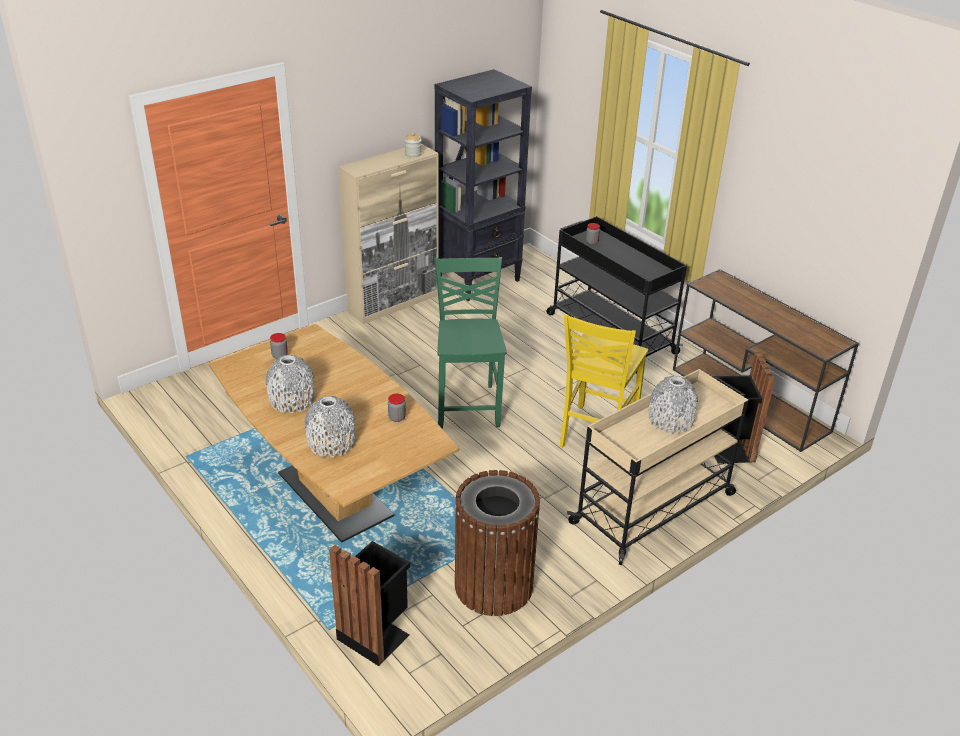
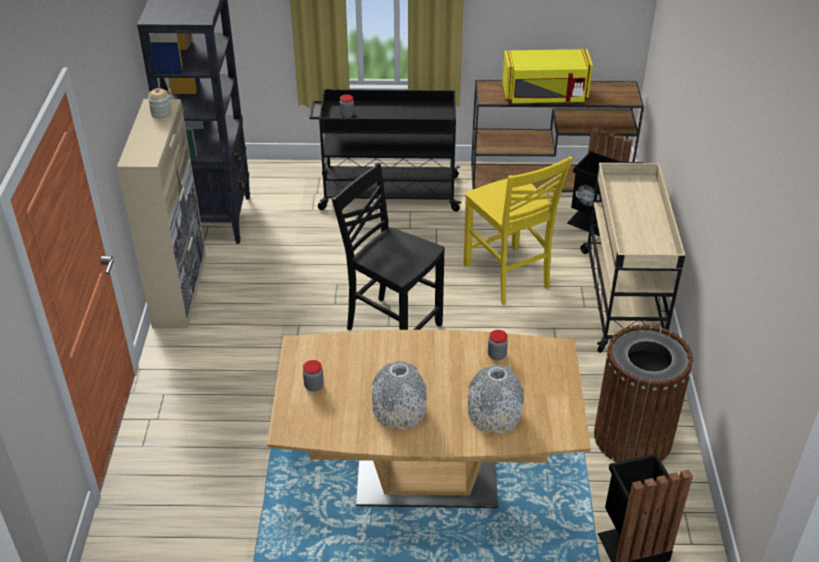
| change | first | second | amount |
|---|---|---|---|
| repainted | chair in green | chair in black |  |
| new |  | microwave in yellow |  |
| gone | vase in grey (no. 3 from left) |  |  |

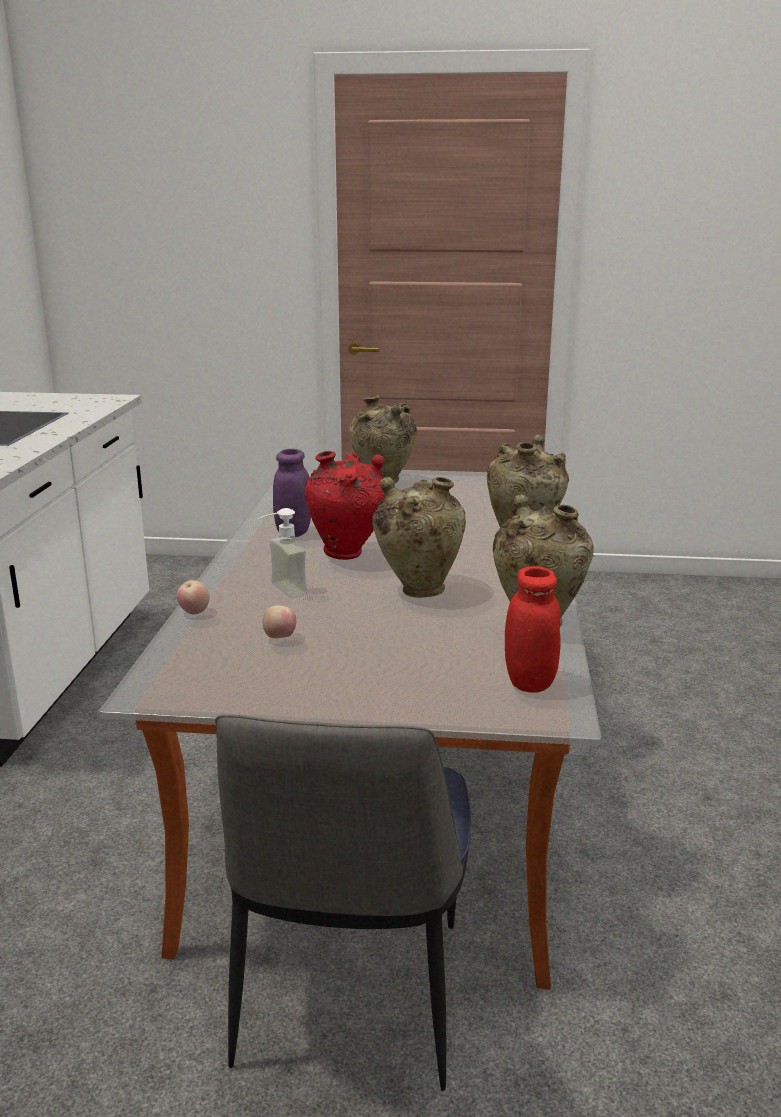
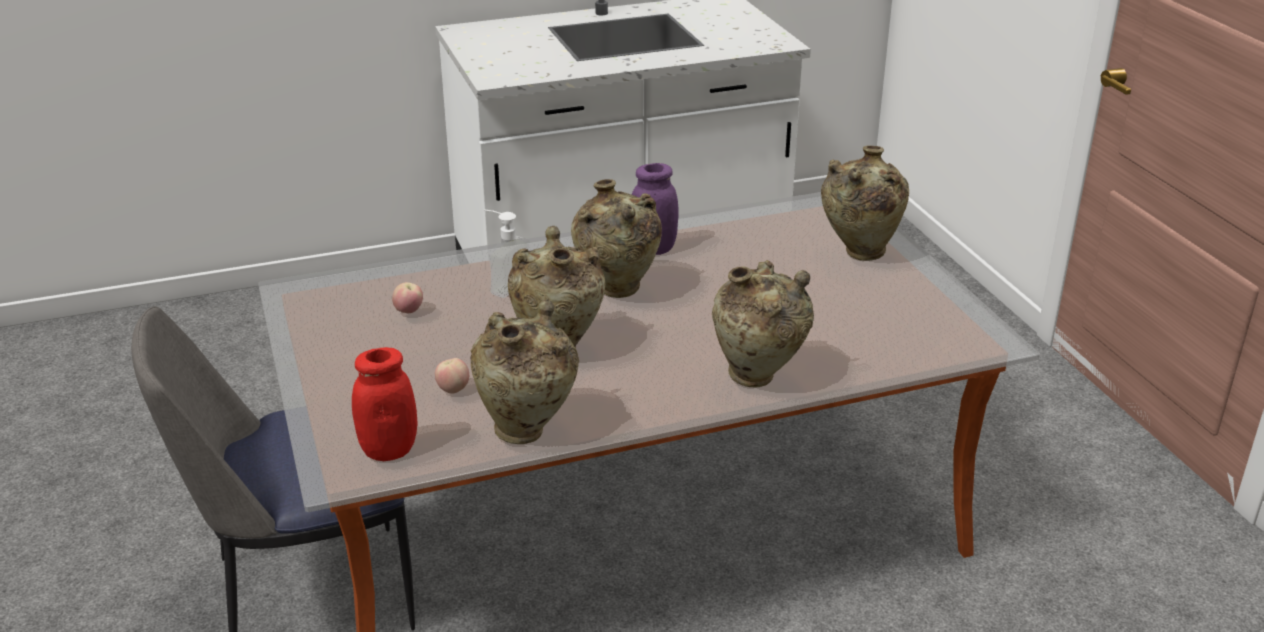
| change | first | second | amount |
|---|---|---|---|
| shifted | apple (no. 1 from left in the first image) | apple (no. 2 from left) |  |
| repainted | vase in red | vase in beige (no. 3 from left) |  |

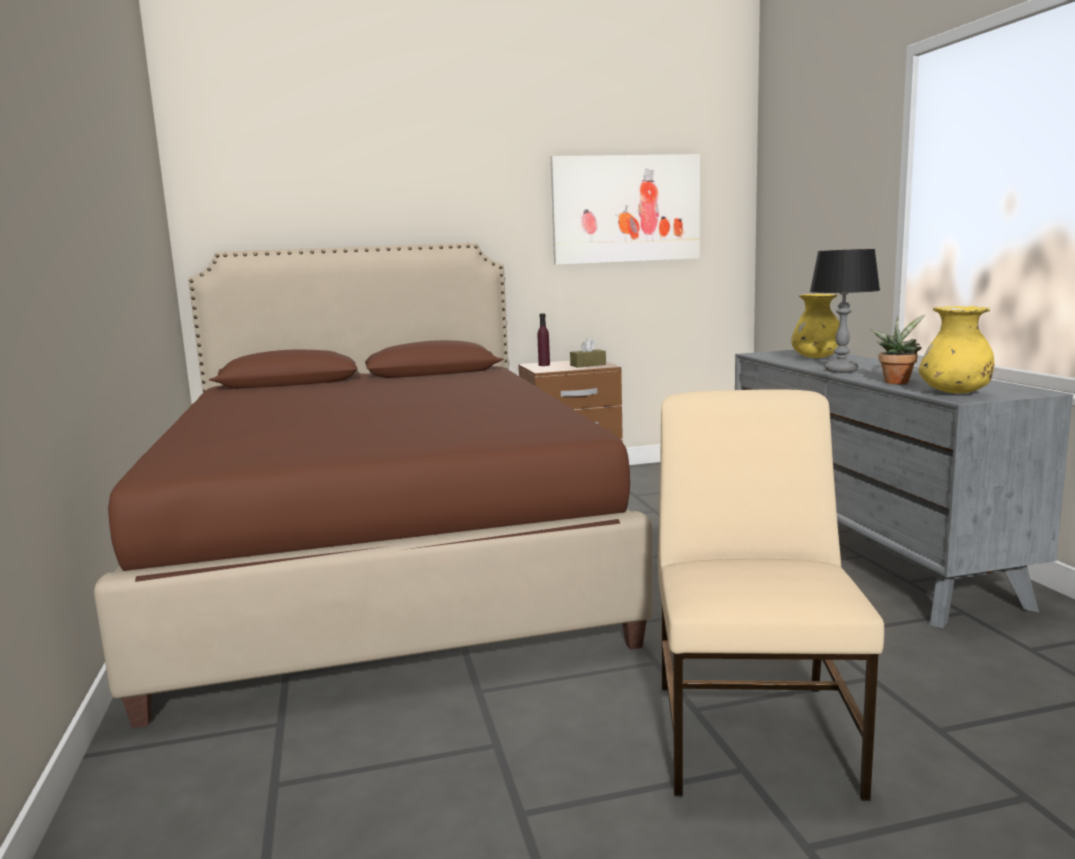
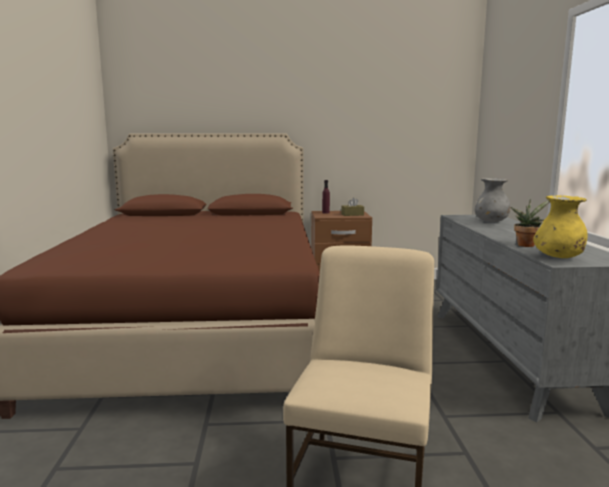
| change | first | second | amount |
|---|---|---|---|
| repainted | vase in yellow (no. 1 from left) | vase in grey |  |
| gone | picture |  |  |
| gone | table lamp |  |  |

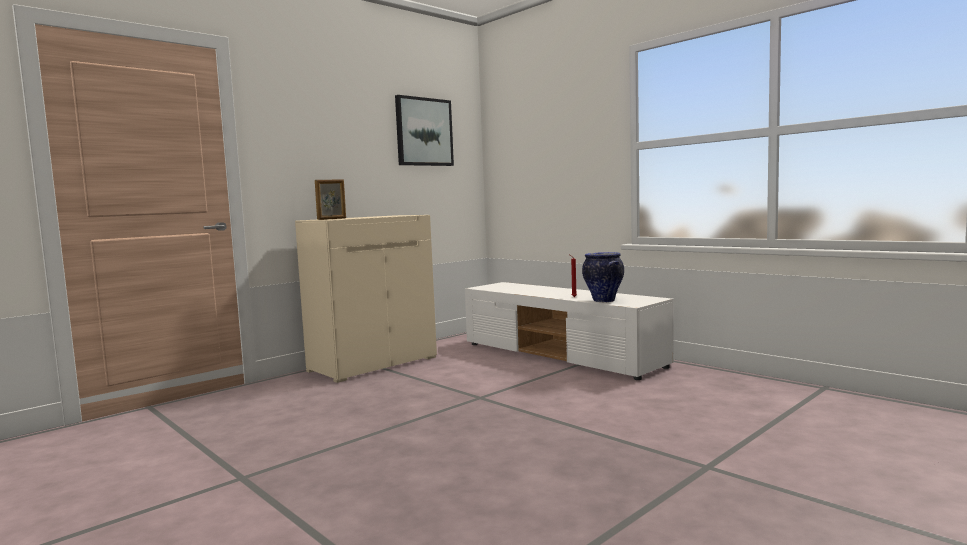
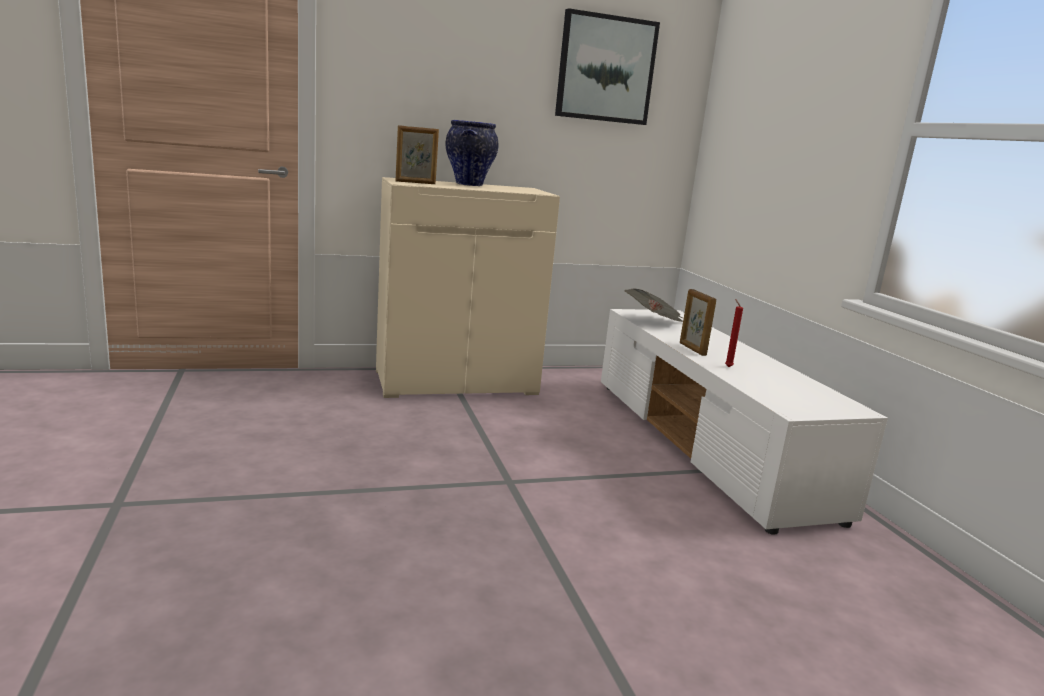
| change | first | second | amount |
|---|---|---|---|
| shifted | vase |  |  |
| new |  | newspaper |  |
| new |  | picture frame (no. 2 from left) |  |

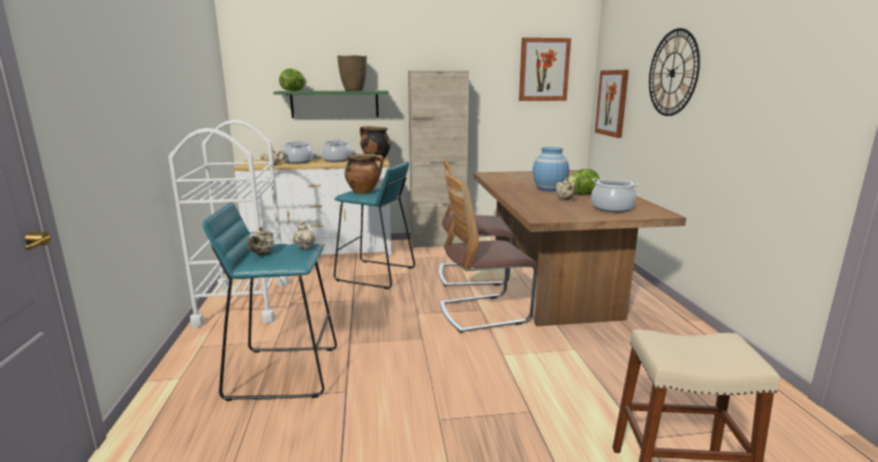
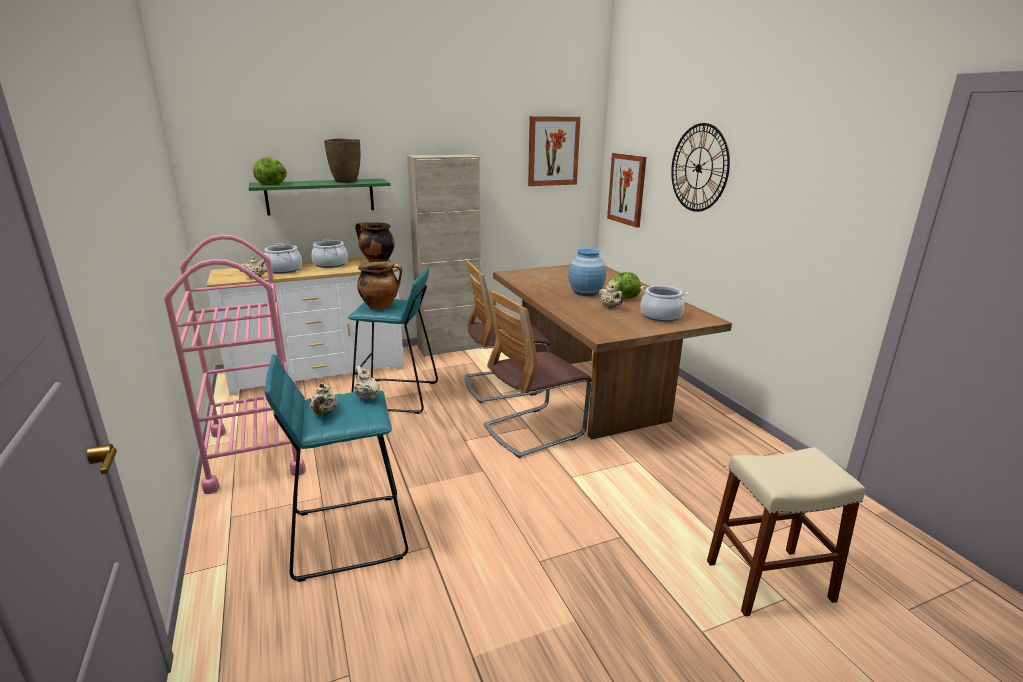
| change | first | second | amount |
|---|---|---|---|
| repainted | cart in white | cart in pink |  |

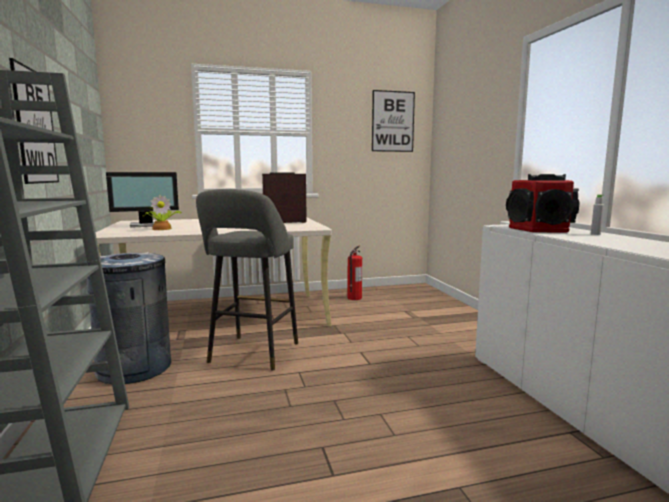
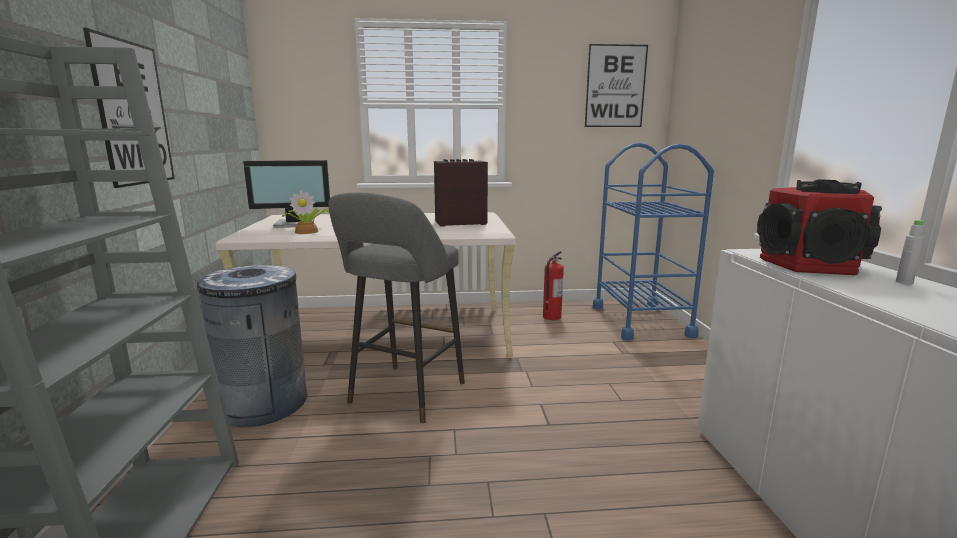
| change | first | second | amount |
|---|---|---|---|
| new |  | cart in blue |  |

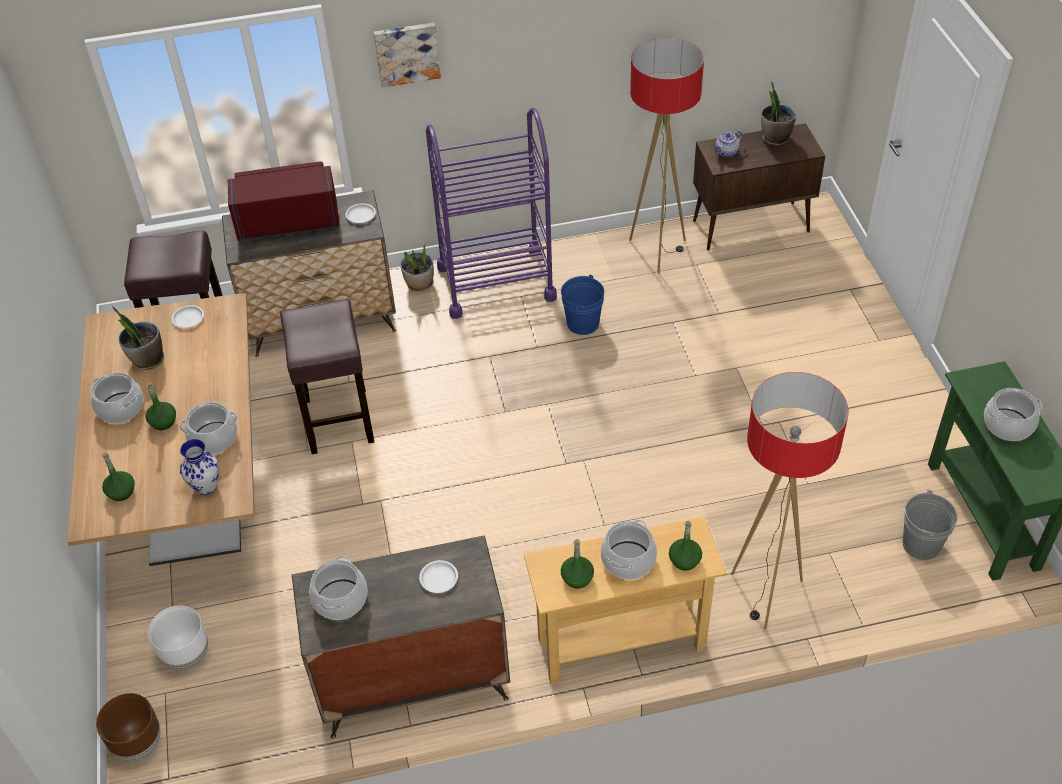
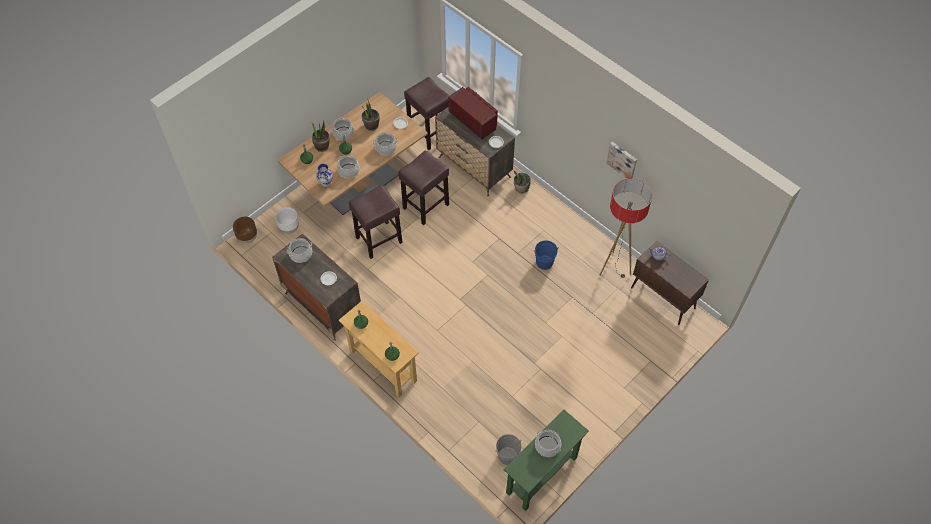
| change | first | second | amount |
|---|---|---|---|
| shifted | potted plant (no. 3 from left in the first image) | potted plant (no. 1 from left) |  |
| new |  | stool in brown (no. 1 from left) |  |
| shifted | cooking pot (no. 4 from left) |  |  |
| shifted | picture |  |  |
| gone | cart in purple |  |  |
| gone | floor lamp (no. 2 from left) |  |  |

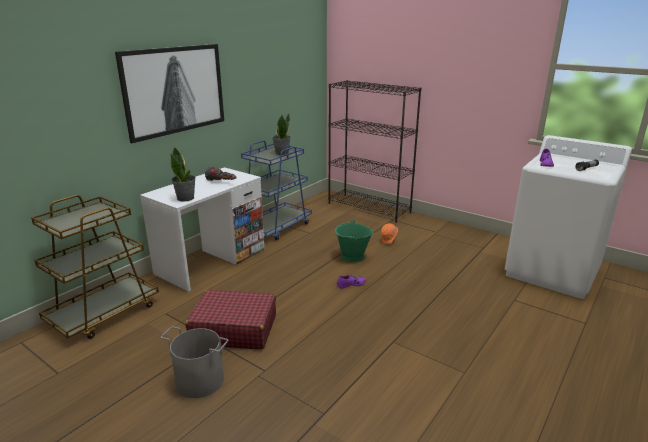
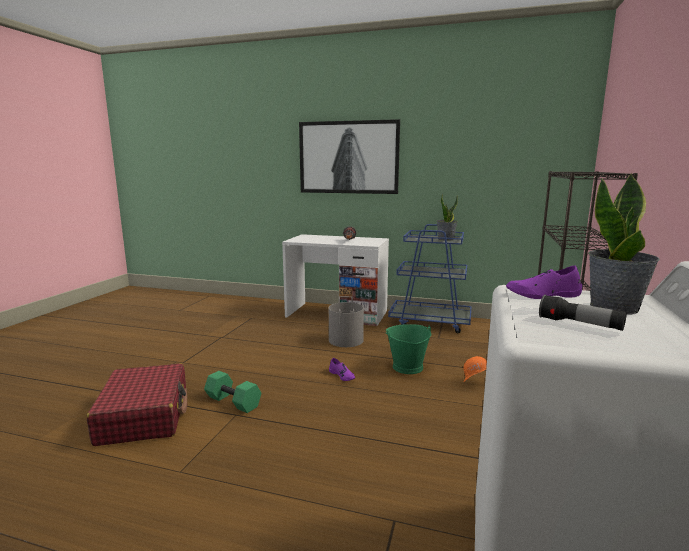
| change | first | second | amount |
|---|---|---|---|
| shifted | suitcase in red |  |  |
| new |  | dumbbell in green |  |
| shifted | bucket in grey |  |  |
| shifted | potted plant (no. 1 from left in the first image) | potted plant (no. 2 from left) |  |
| gone | cart in brown |  |  |

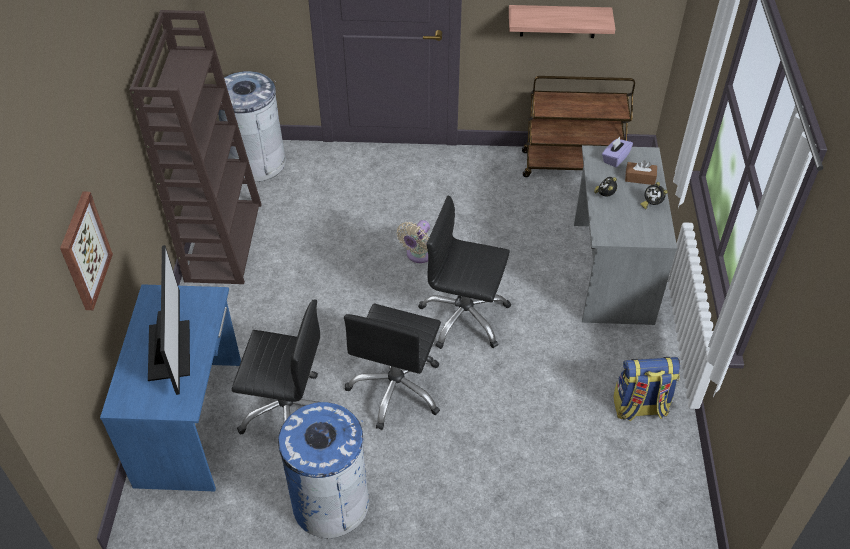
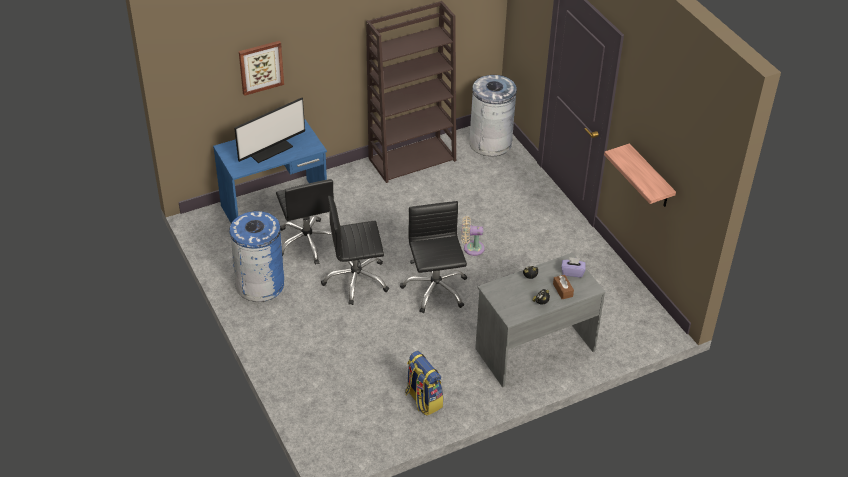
| change | first | second | amount |
|---|---|---|---|
| gone | cart in brown |  |  |

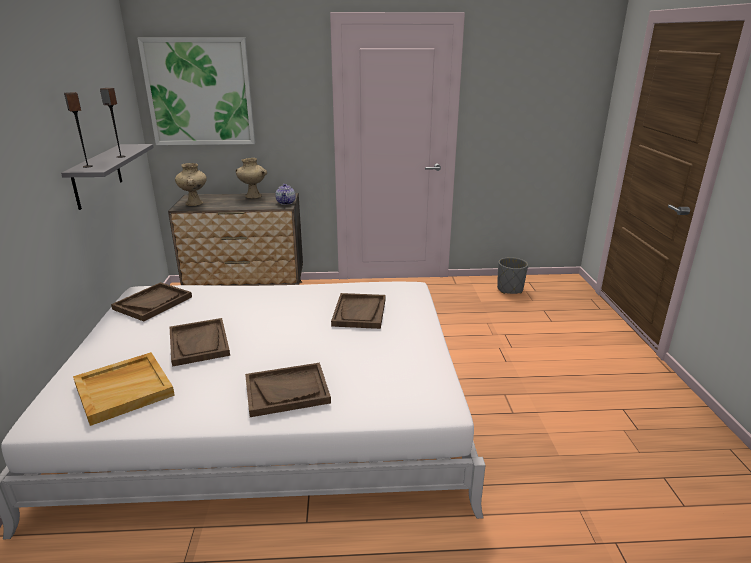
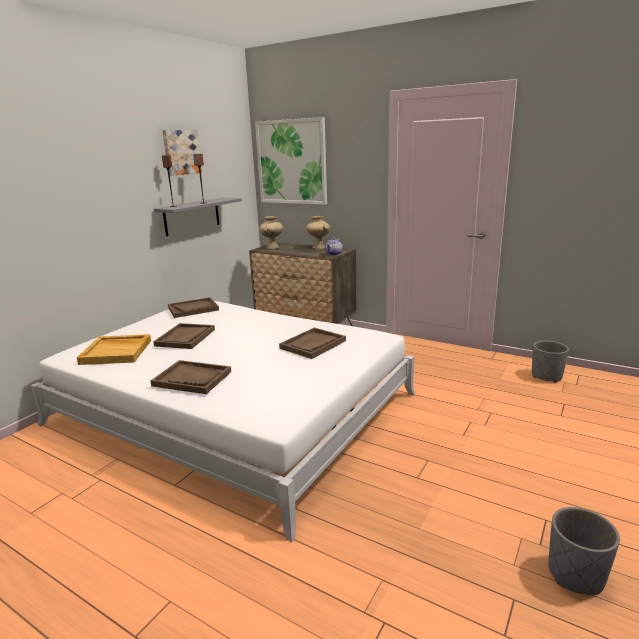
| change | first | second | amount |
|---|---|---|---|
| new |  | picture (no. 1 from left) |  |
| new |  | planter in grey (no. 2 from left) |  |

